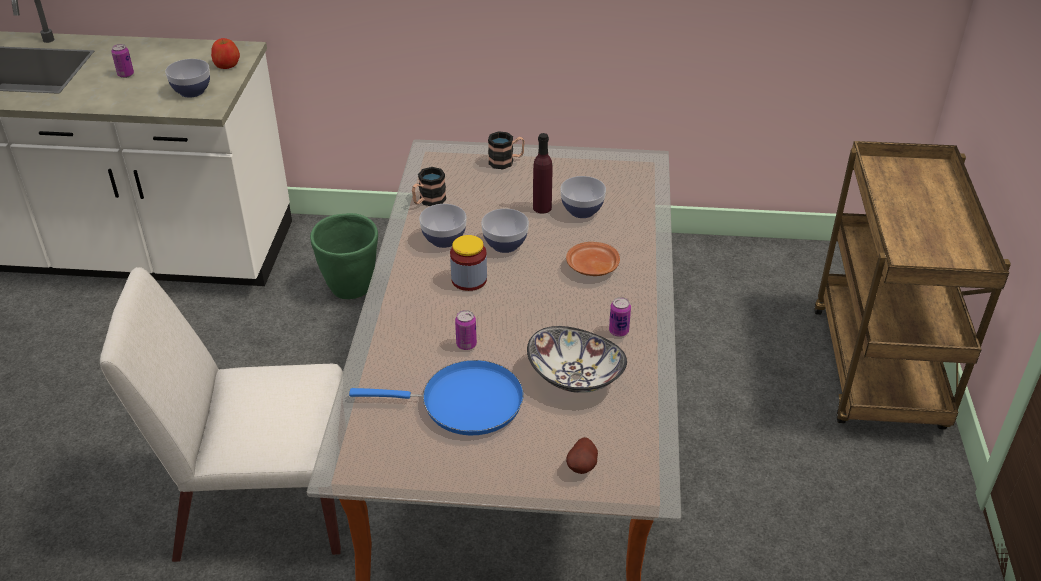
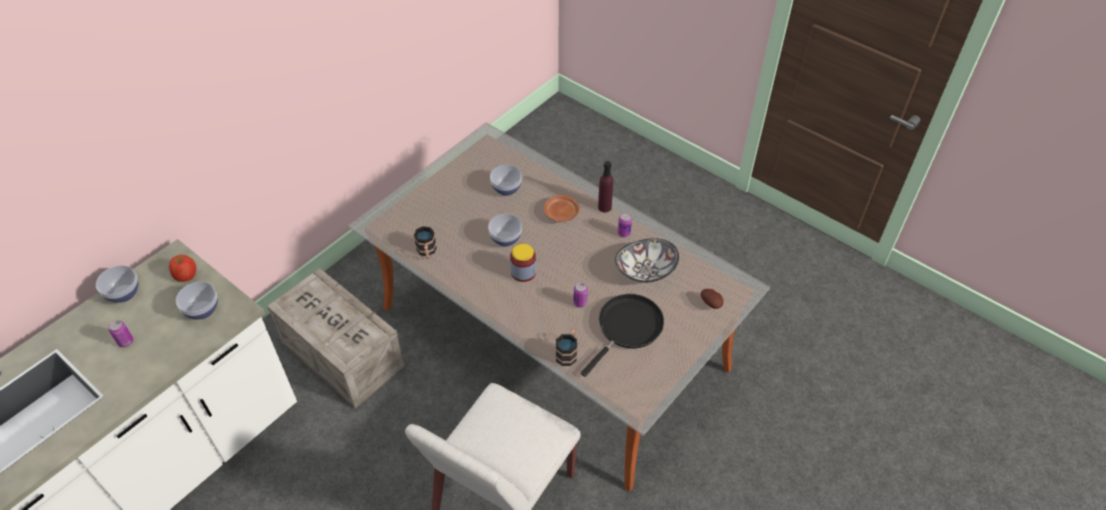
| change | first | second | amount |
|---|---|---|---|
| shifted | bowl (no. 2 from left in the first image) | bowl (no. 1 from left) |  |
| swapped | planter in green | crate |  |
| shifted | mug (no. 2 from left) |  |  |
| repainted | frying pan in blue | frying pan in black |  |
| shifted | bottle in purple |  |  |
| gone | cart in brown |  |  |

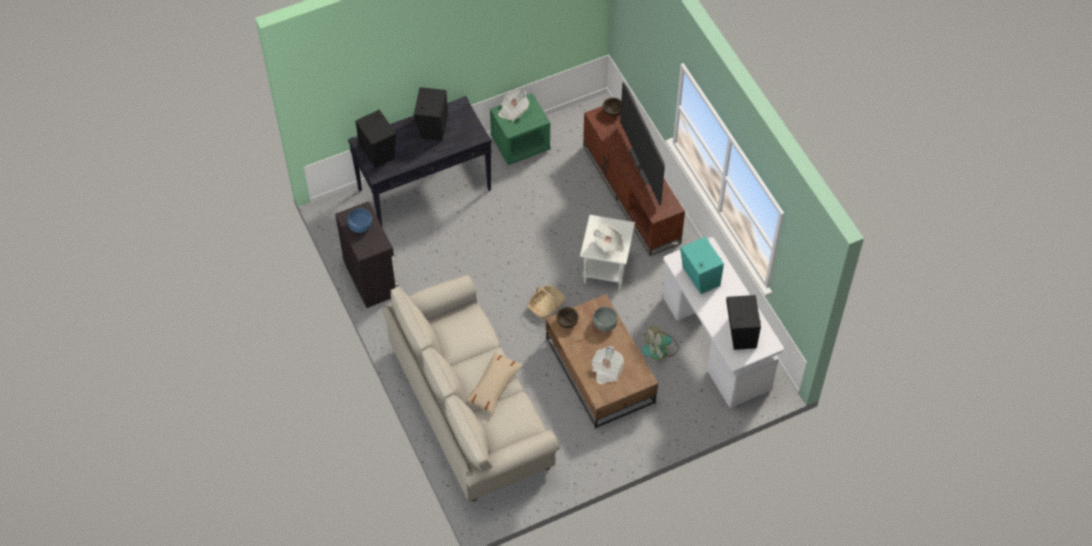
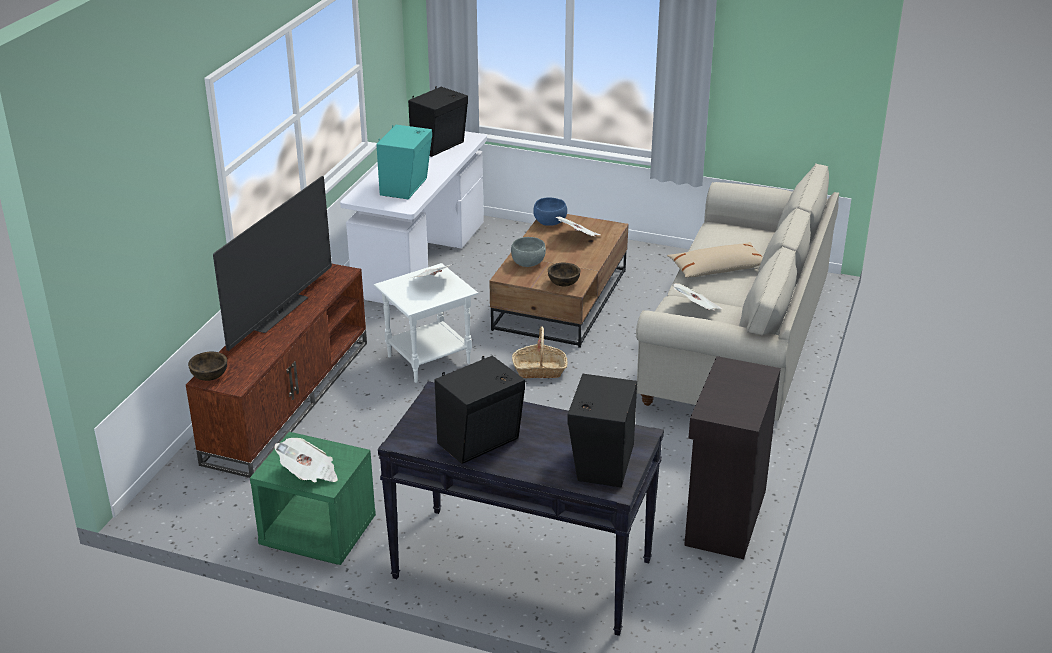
| change | first | second | amount |
|---|---|---|---|
| shifted | bowl in blue |  |  |
| new |  | newspaper (no. 4 from left) |  |
| gone | fan |  |  |

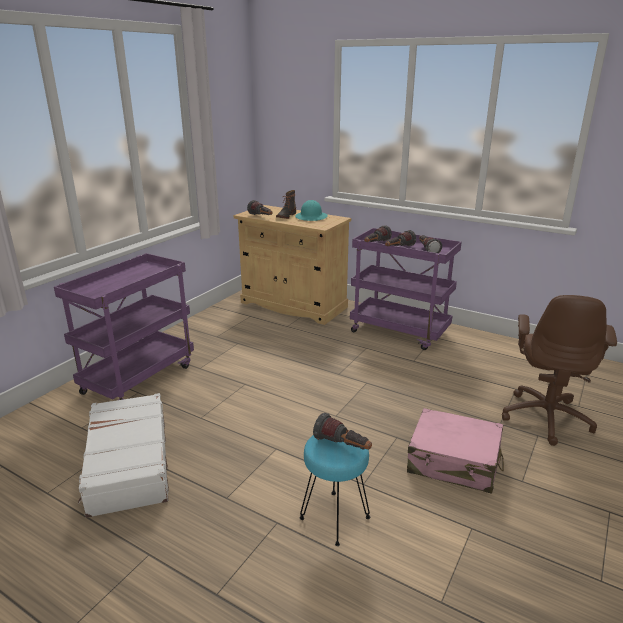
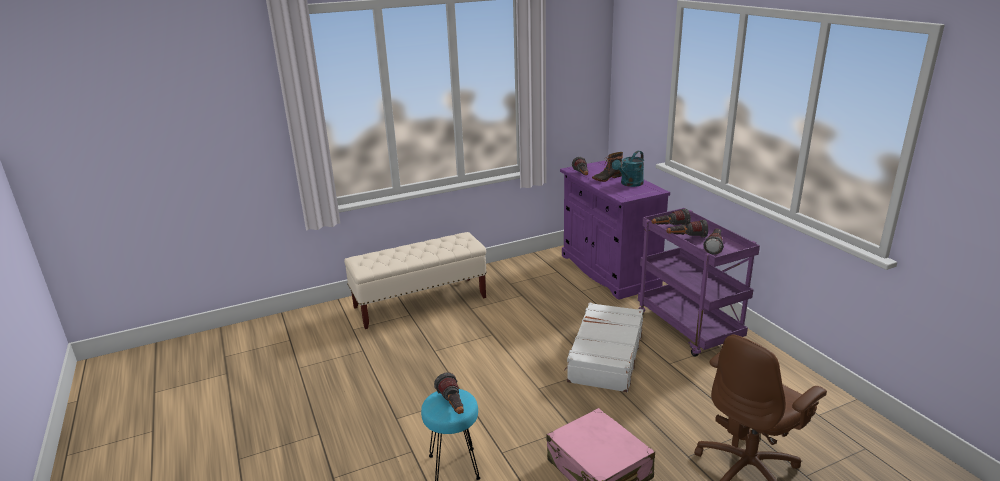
| change | first | second | amount |
|---|---|---|---|
| swapped | cart in purple (no. 1 from left) | bench in beige |  |
| repainted | cabinet in beige | cabinet in purple |  |
| shifted | suitcase in white |  |  |
| swapped | hard hat in turquoise | watering can in turquoise |  |

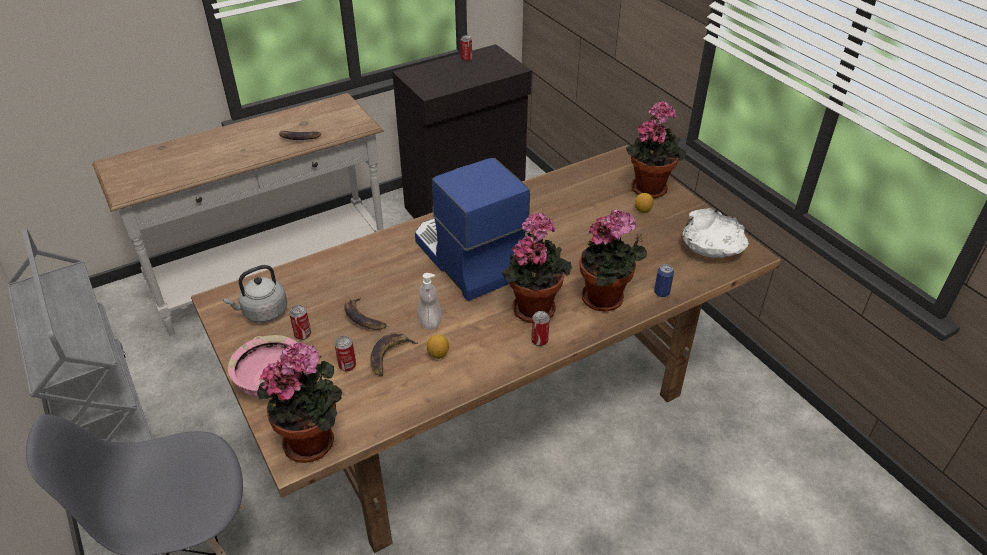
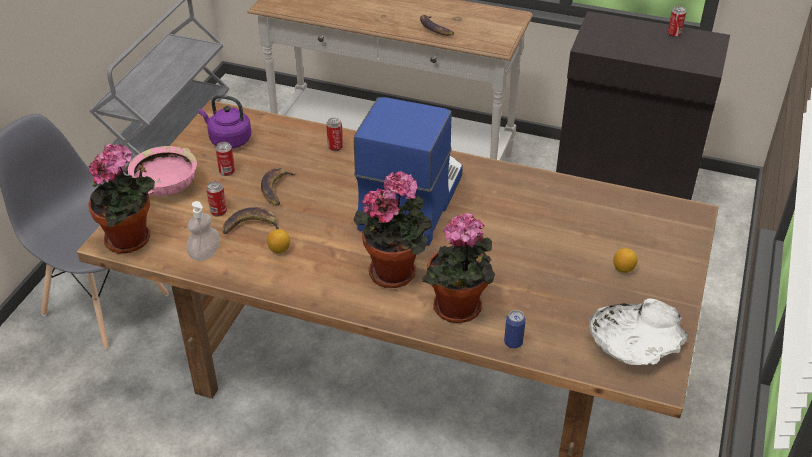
| change | first | second | amount |
|---|---|---|---|
| shifted | soap dispenser |  |  |
| repainted | kettle in grey | kettle in purple |  |
| shifted | can (no. 4 from left in the first image) | can (no. 3 from left) |  |
| gone | potted plant (no. 4 from left) |  |  |

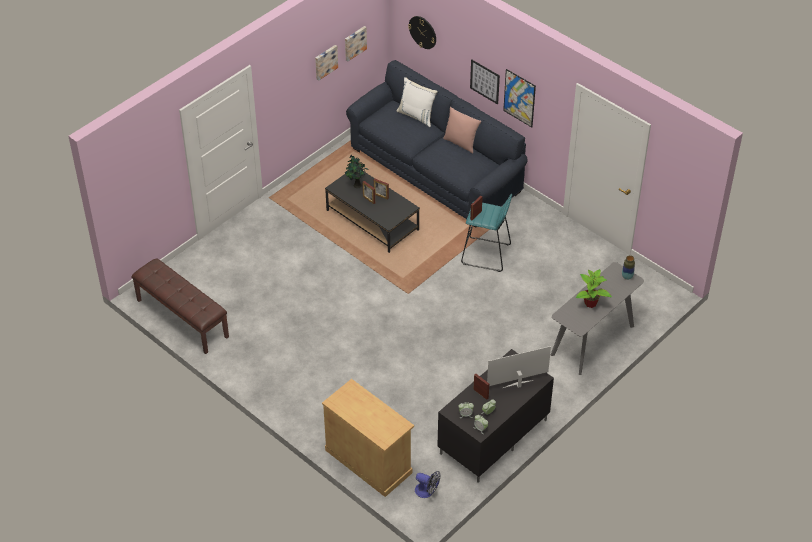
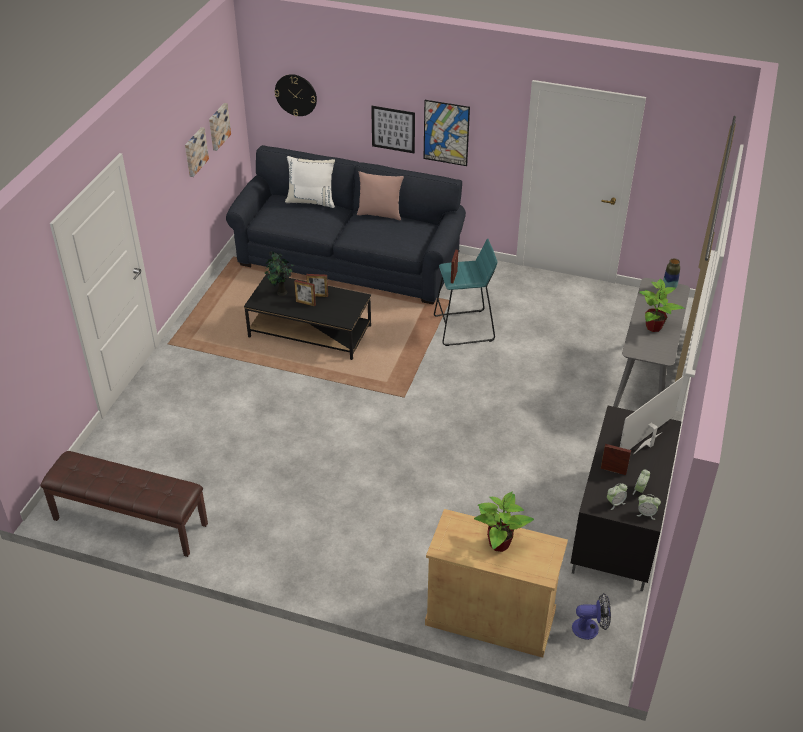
| change | first | second | amount |
|---|---|---|---|
| new |  | potted plant (no. 2 from left) |  |

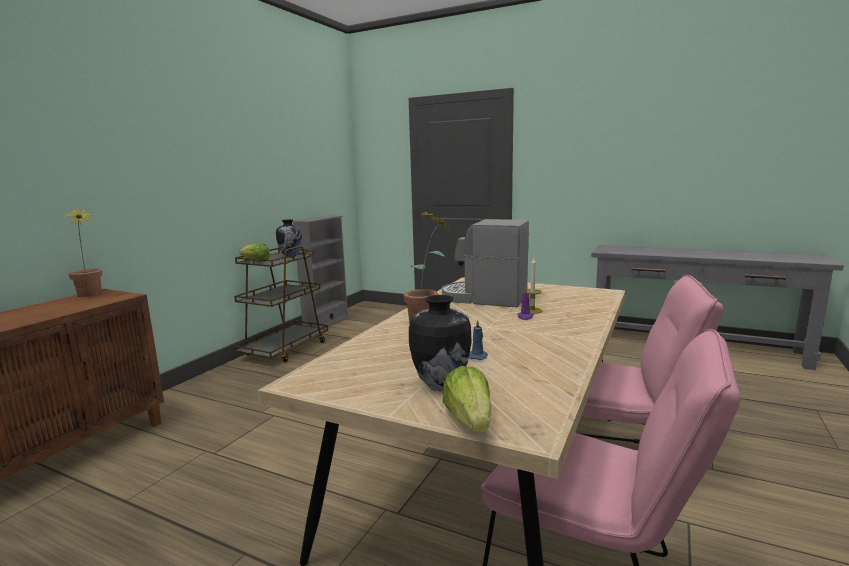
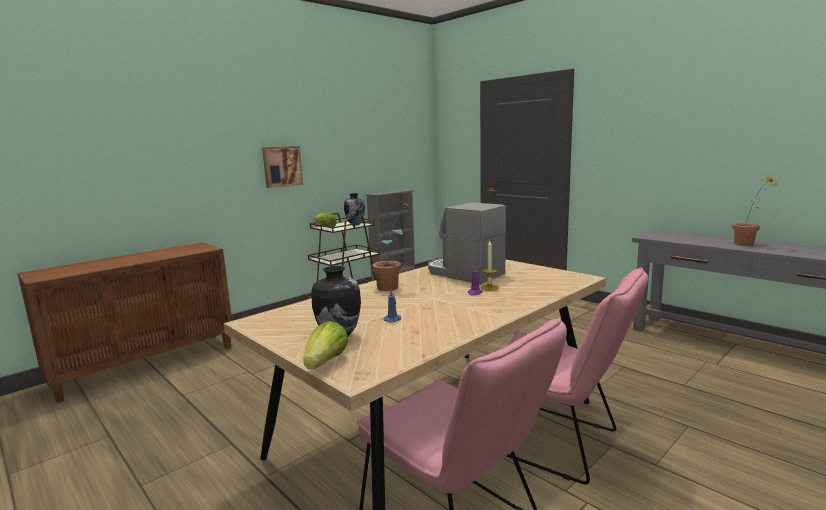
| change | first | second | amount |
|---|---|---|---|
| new |  | picture |  |
| shifted | potted plant (no. 1 from left in the first image) | potted plant (no. 2 from left) |  |

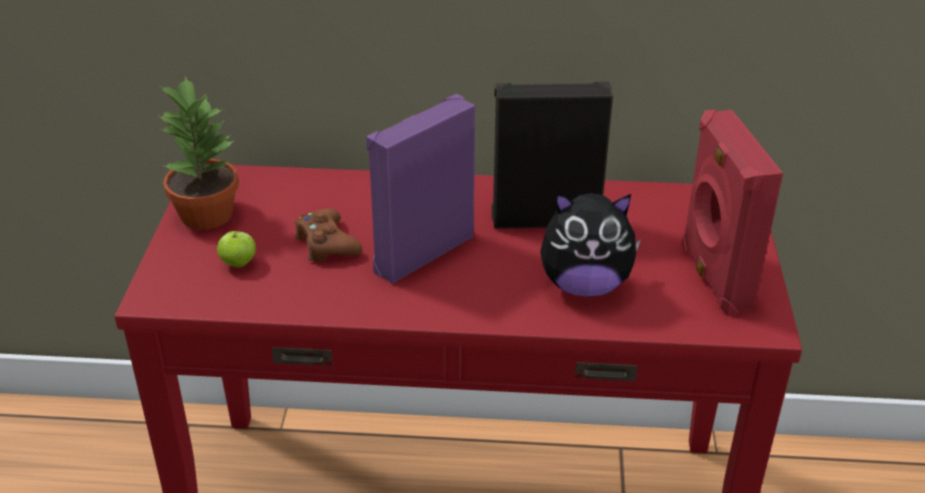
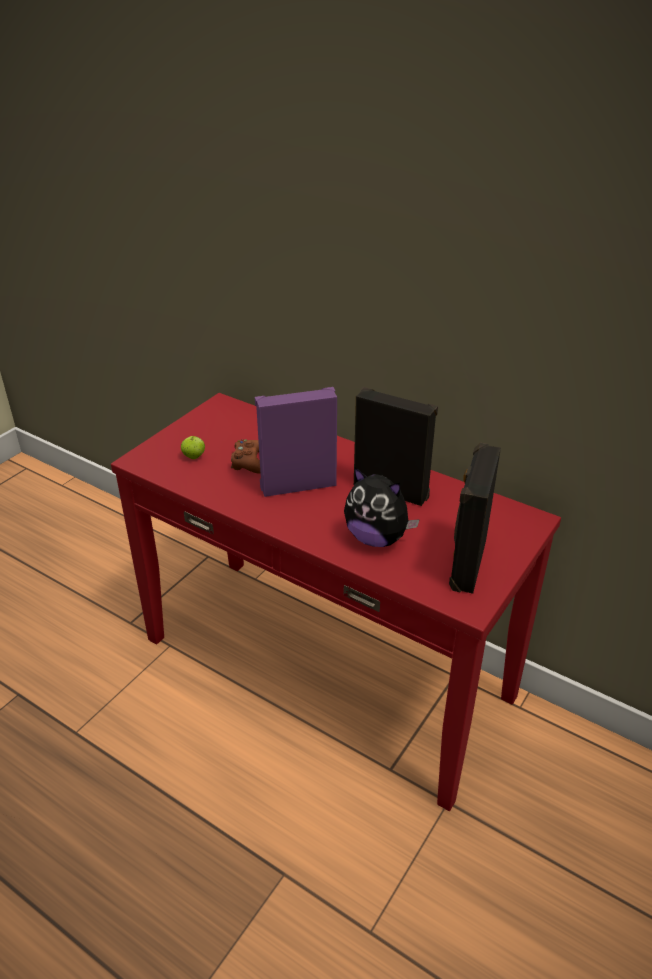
| change | first | second | amount |
|---|---|---|---|
| repainted | speaker in red | speaker in black (no. 2 from left) |  |
| gone | potted plant |  |  |

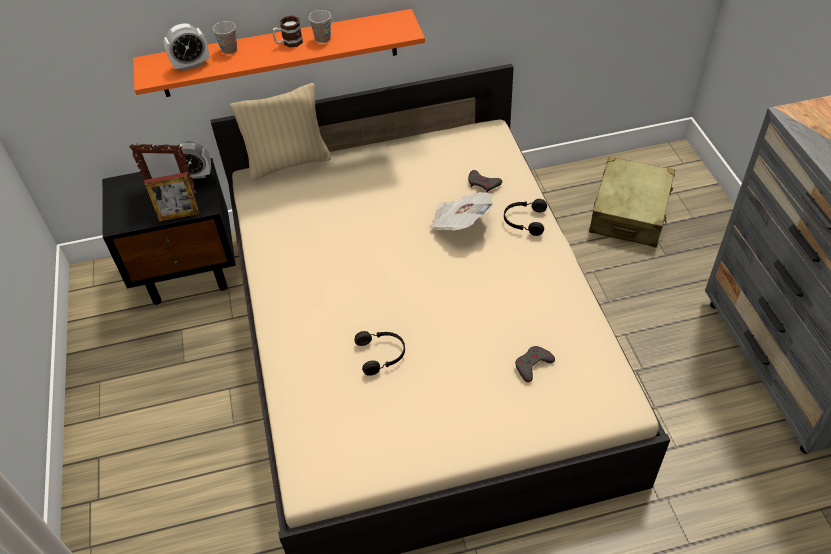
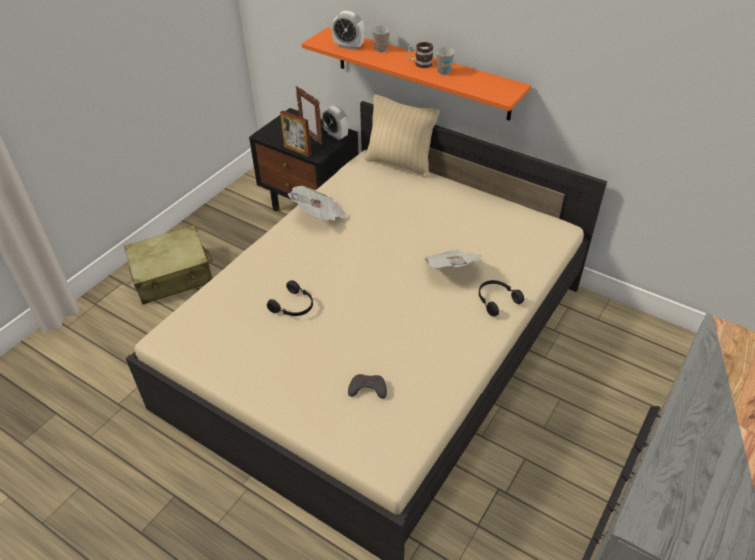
| change | first | second | amount |
|---|---|---|---|
| shifted | suitcase in beige |  |  |
| new |  | newspaper (no. 1 from left) |  |
| gone | game controller in grey (no. 1 from left) |  |  |

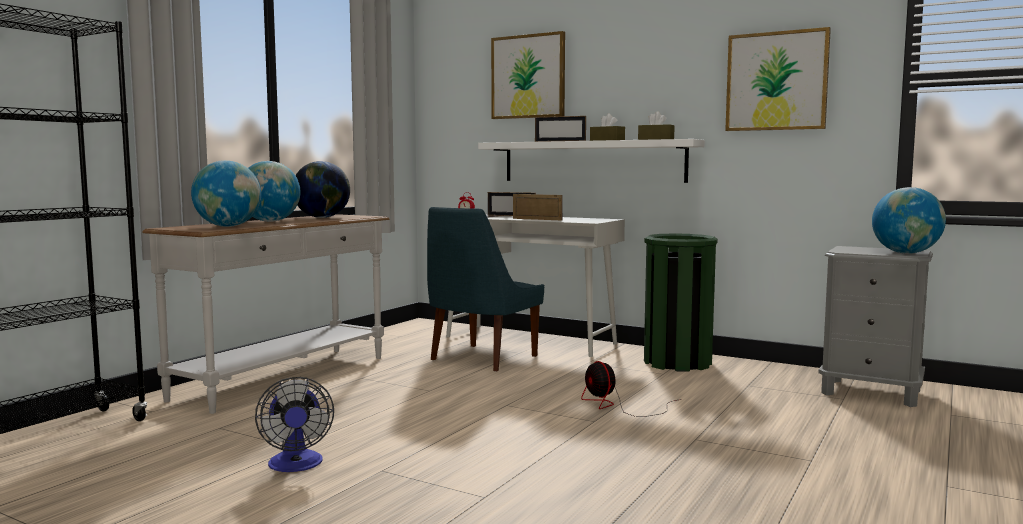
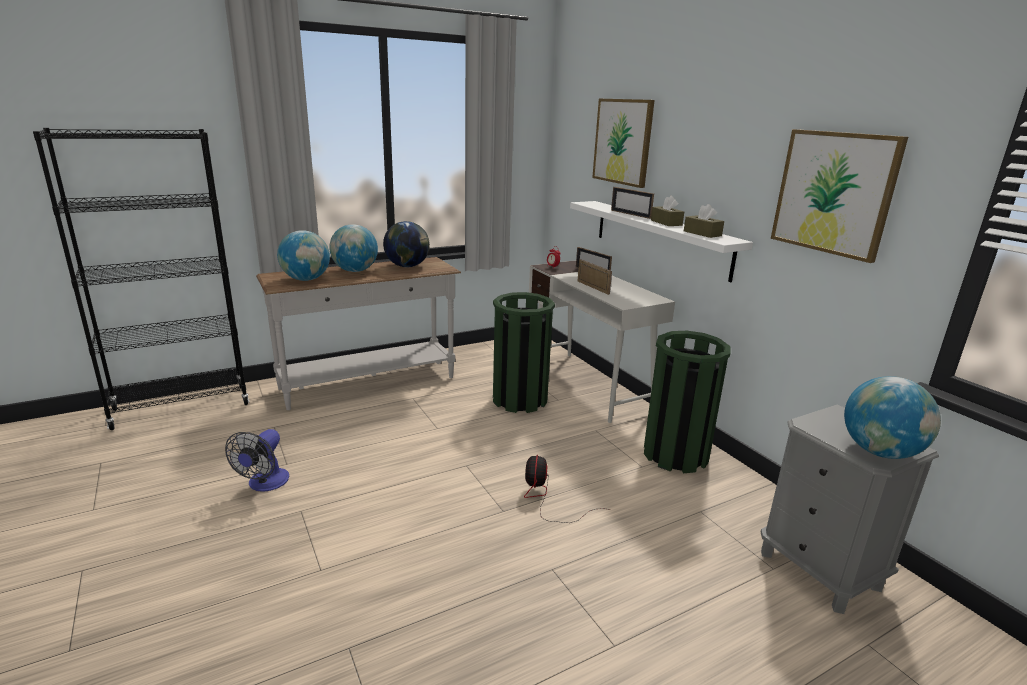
| change | first | second | amount |
|---|---|---|---|
| swapped | chair in blue | trash can in green (no. 1 from left) |  |

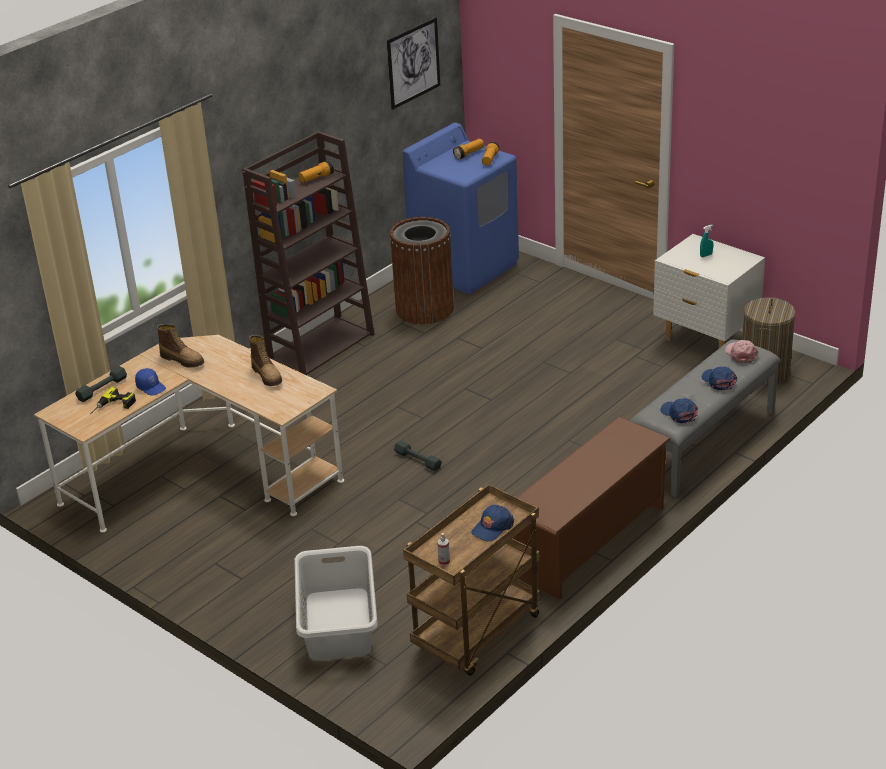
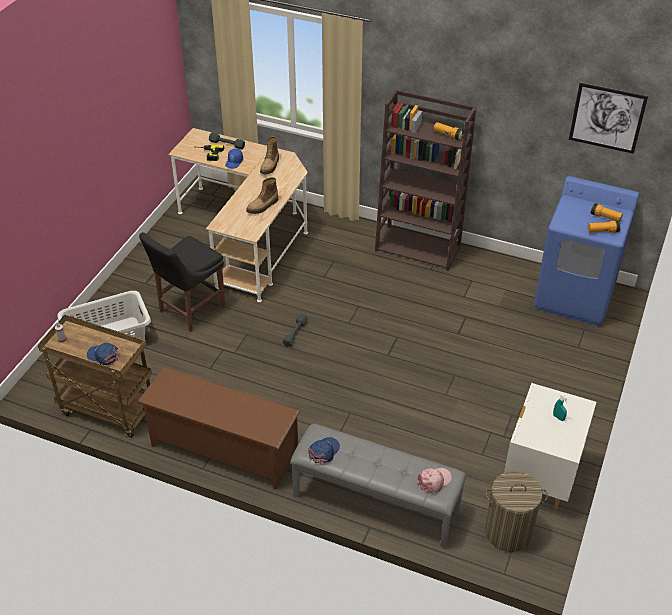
| change | first | second | amount |
|---|---|---|---|
| new |  | chair in black |  |
| gone | trash can in brown |  |  |
| gone | cap in blue (no. 4 from left) |  |  |

